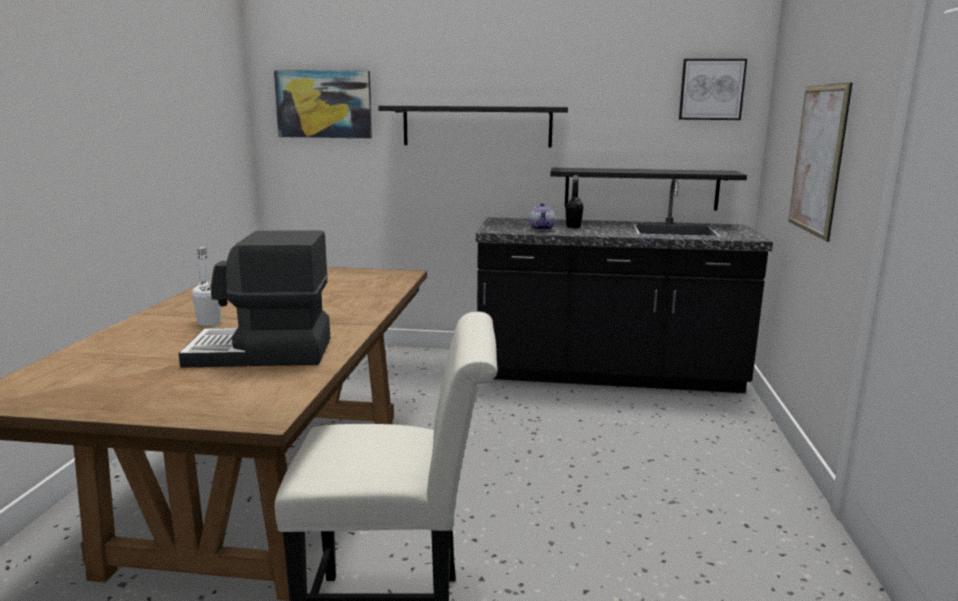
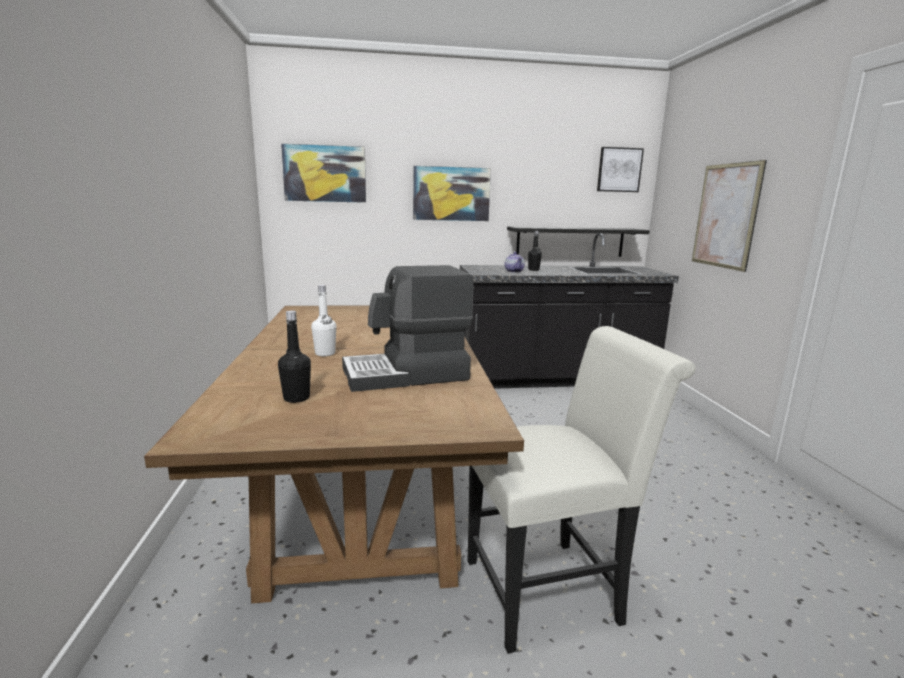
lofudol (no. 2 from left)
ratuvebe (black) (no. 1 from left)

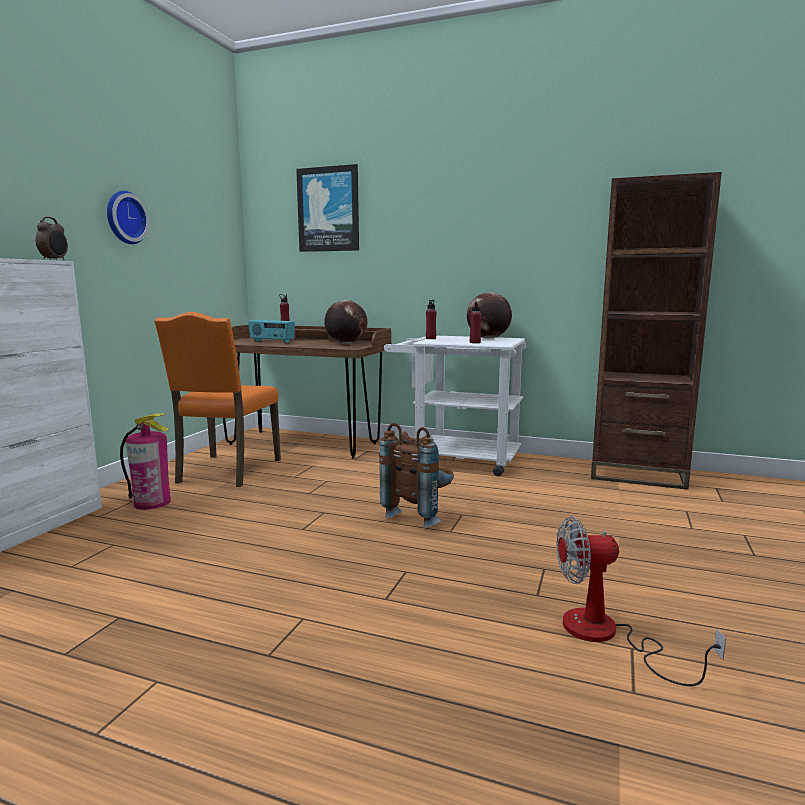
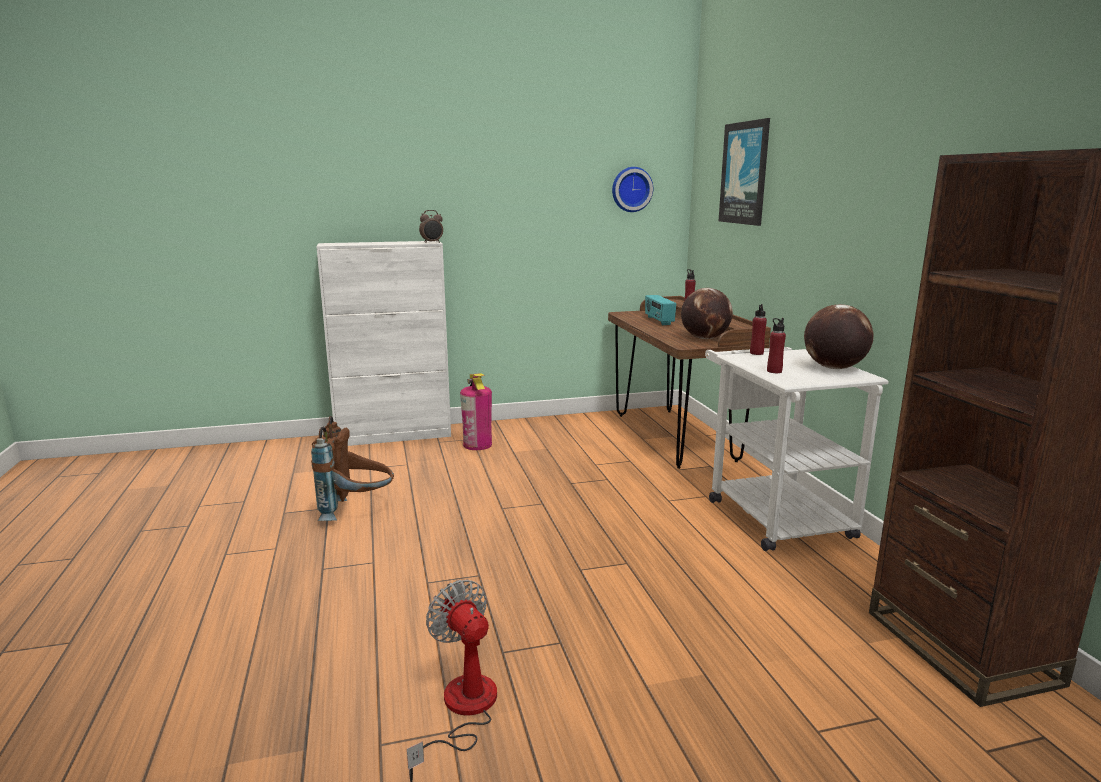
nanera
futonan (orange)
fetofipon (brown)

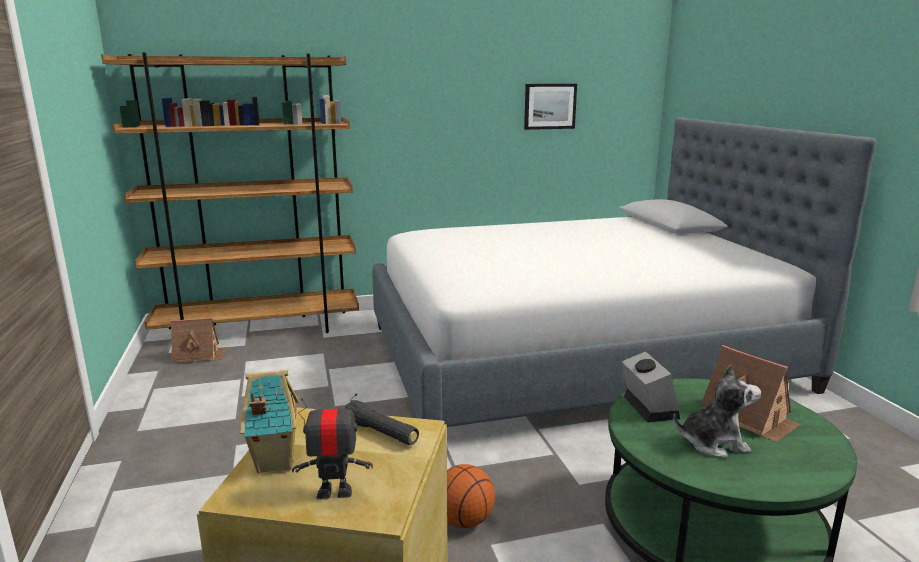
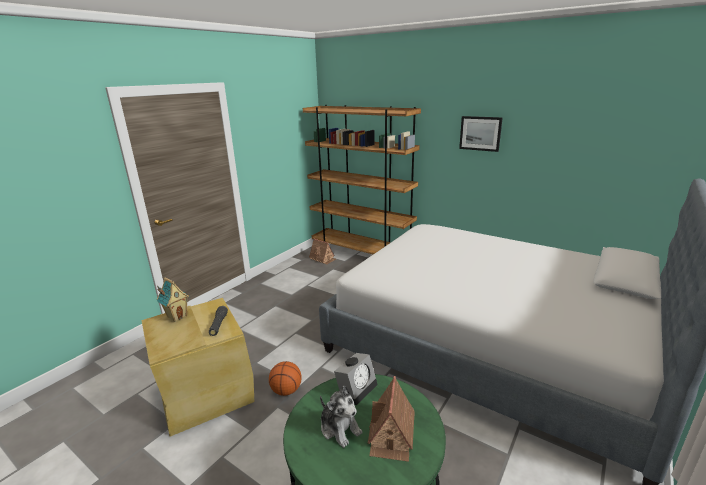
lofudol
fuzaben

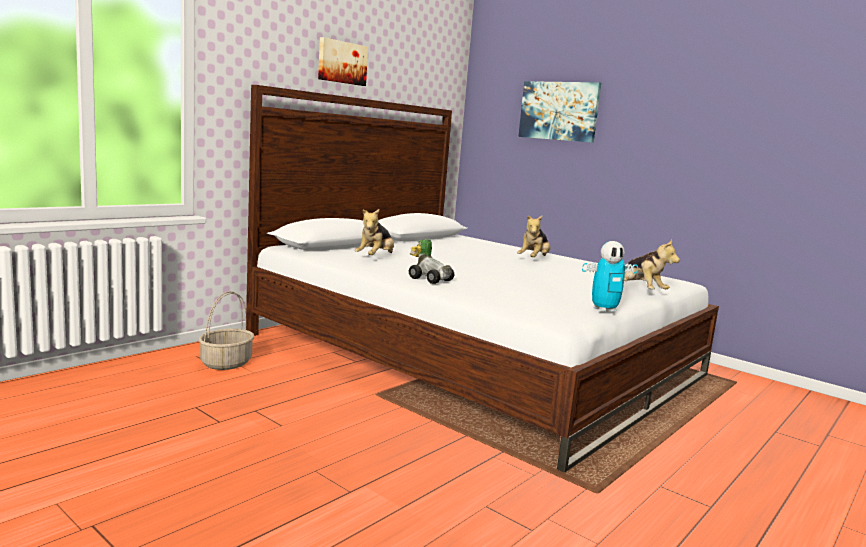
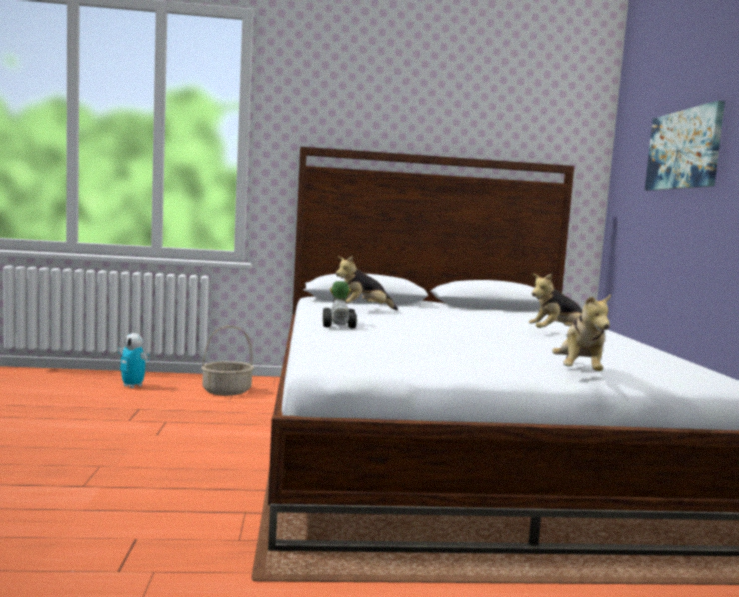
lofudol (no. 1 from left in the first image)
fuzaben

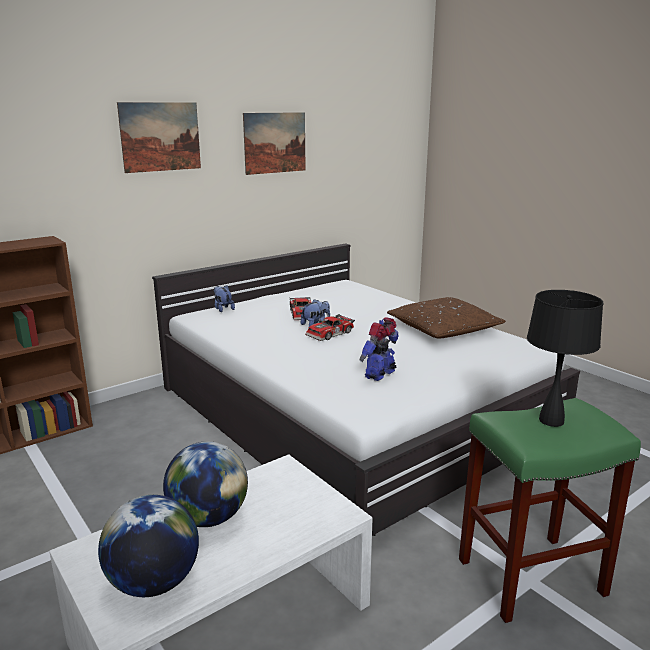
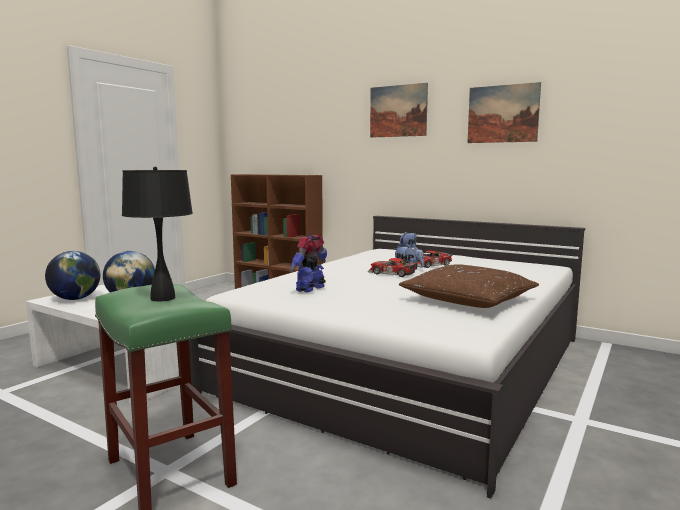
fuzaben

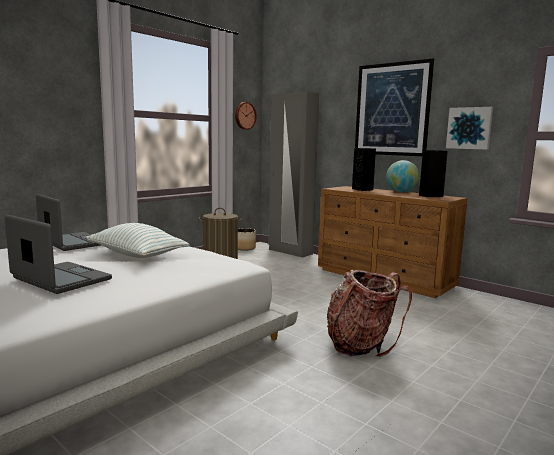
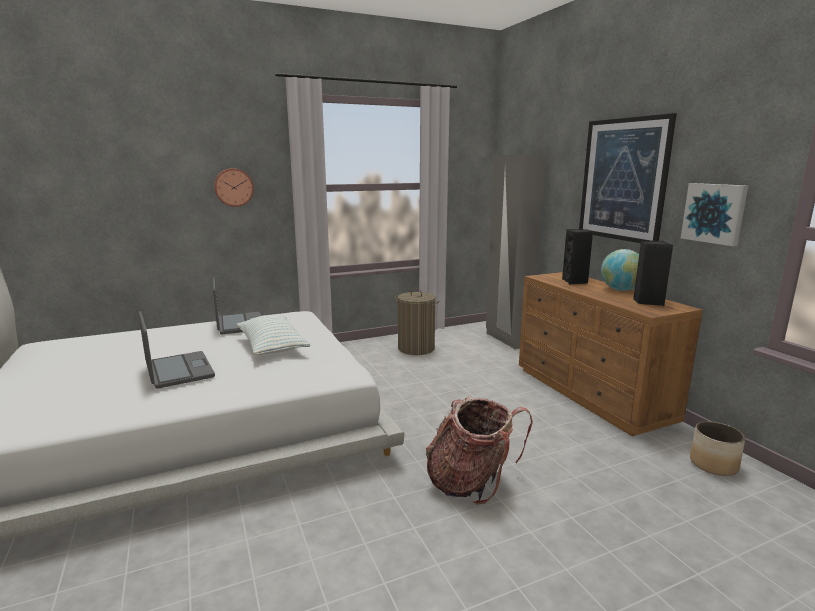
nanera
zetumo

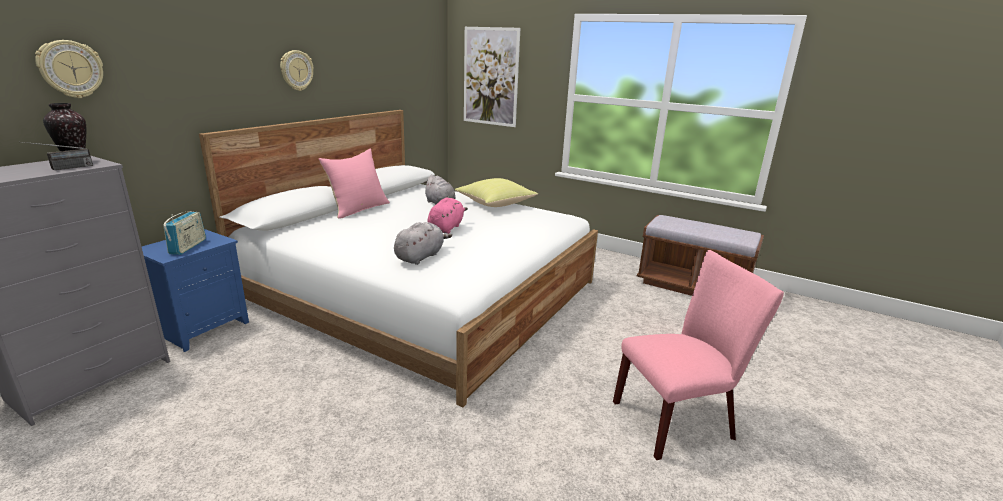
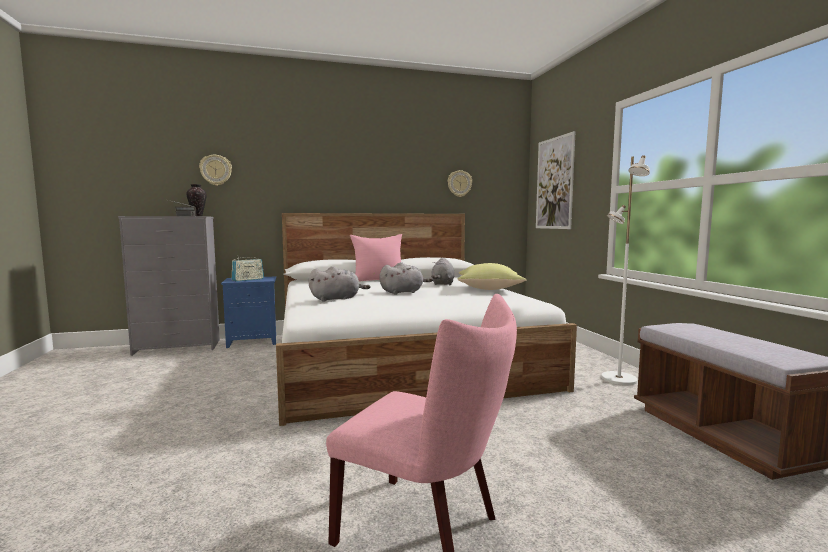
nanera (no. 2 from left)
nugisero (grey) (no. 2 from left)
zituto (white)

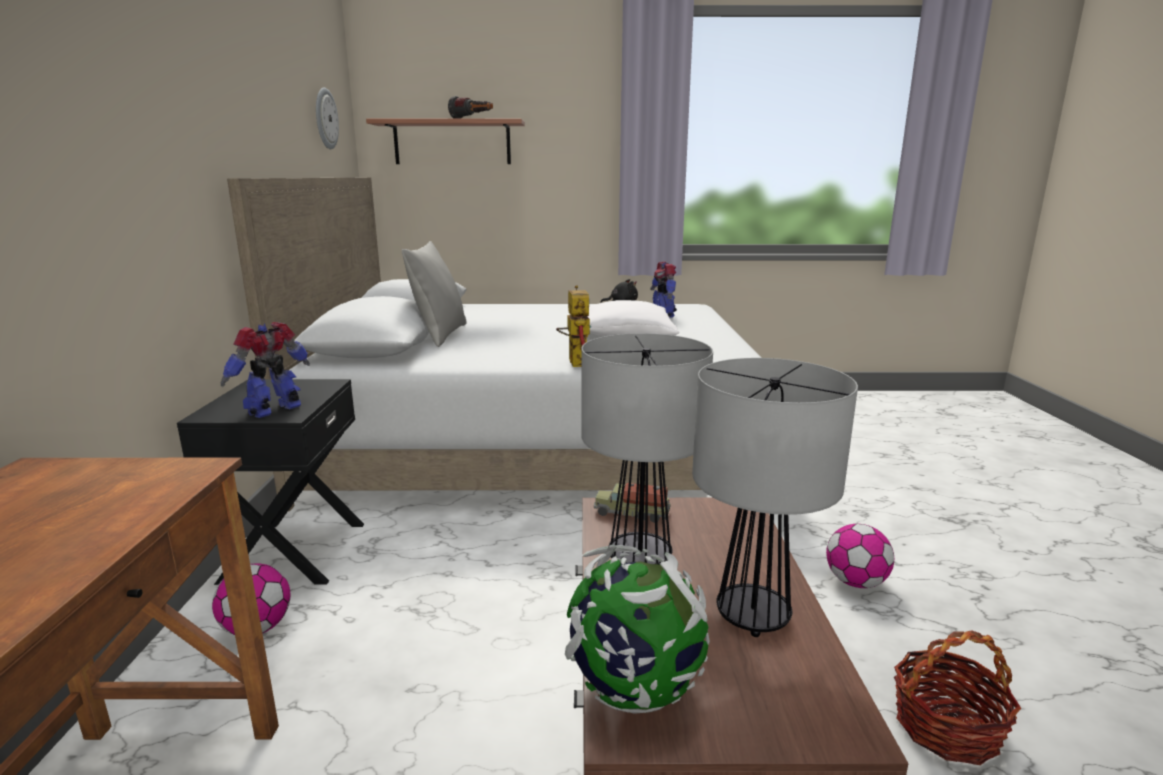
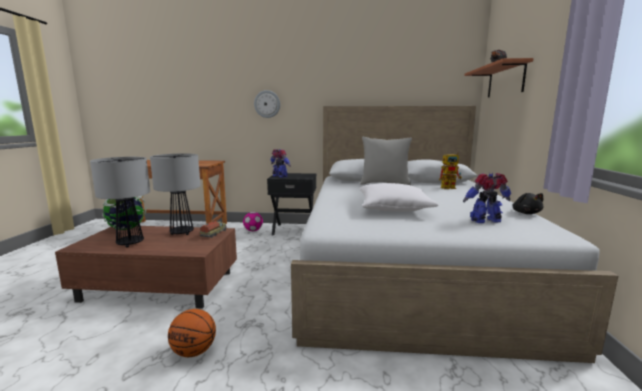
nanera
fuzaben (no. 2 from left)
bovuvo
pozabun

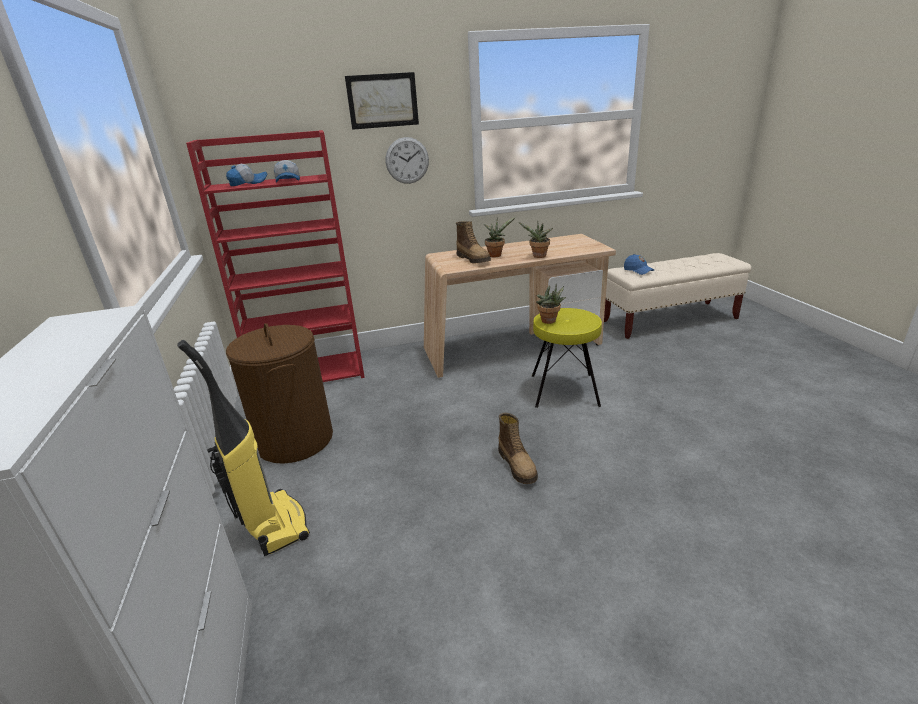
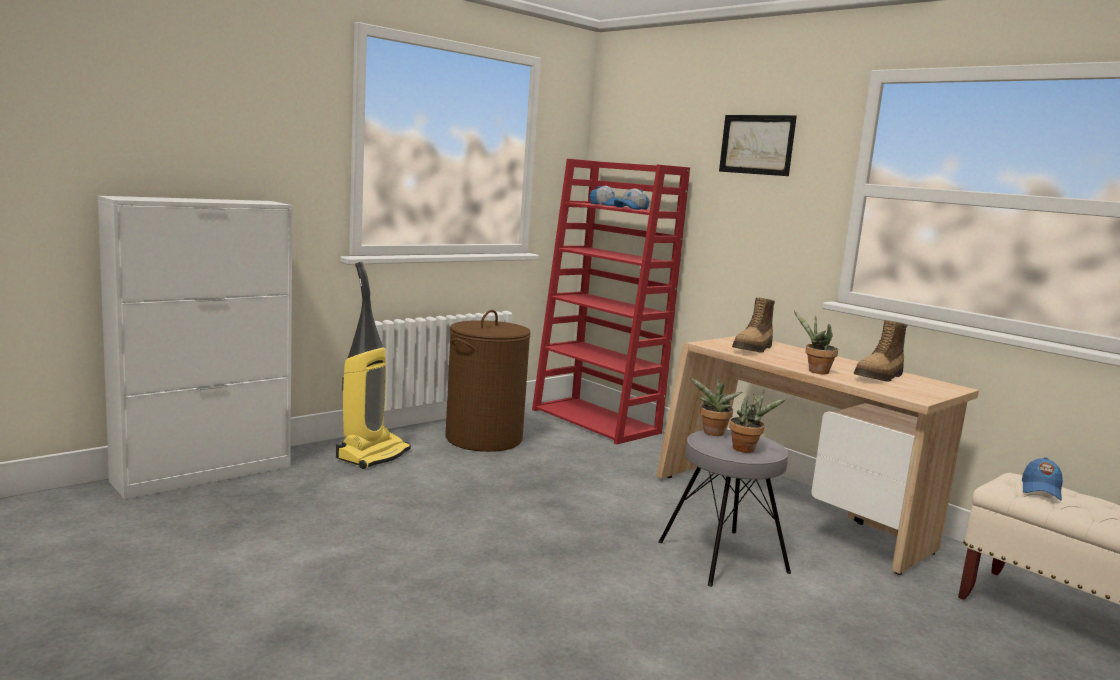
nanera
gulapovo (no. 2 from left)
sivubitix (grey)
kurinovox (no. 2 from left)

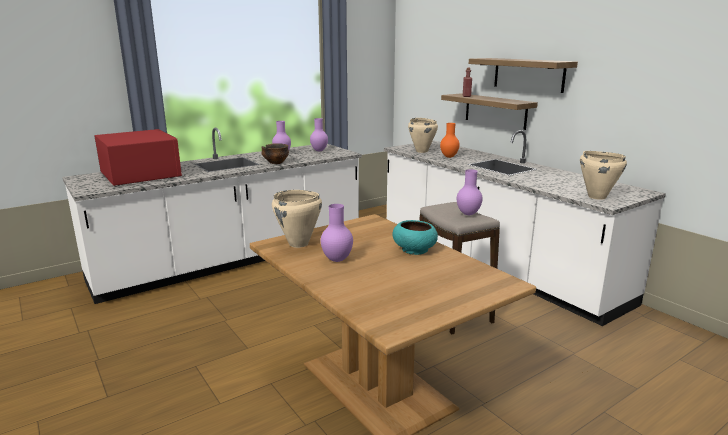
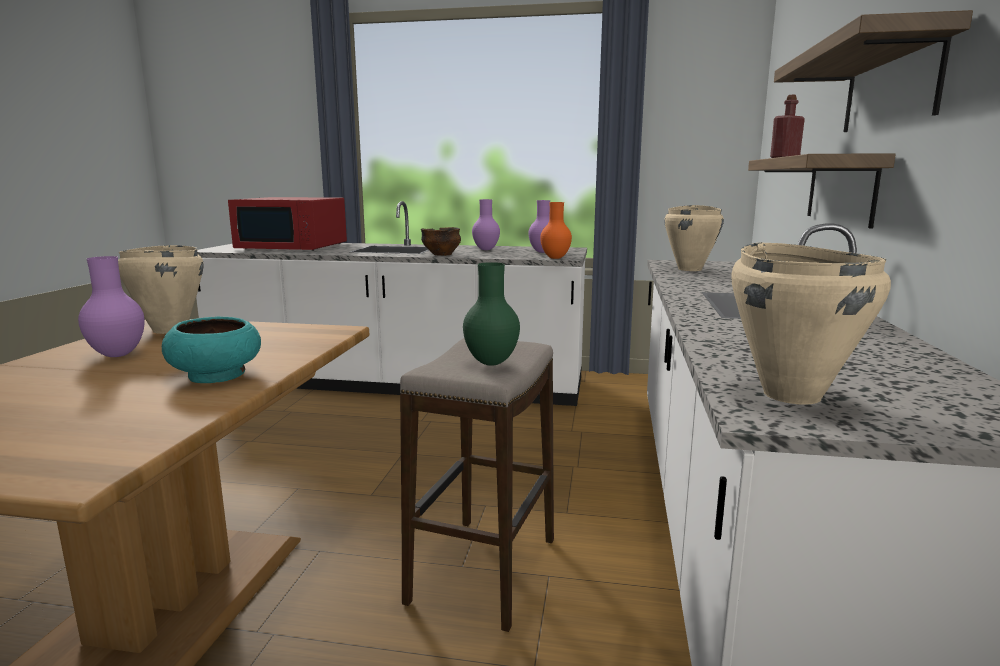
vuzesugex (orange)
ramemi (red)
vuzesugex (green)

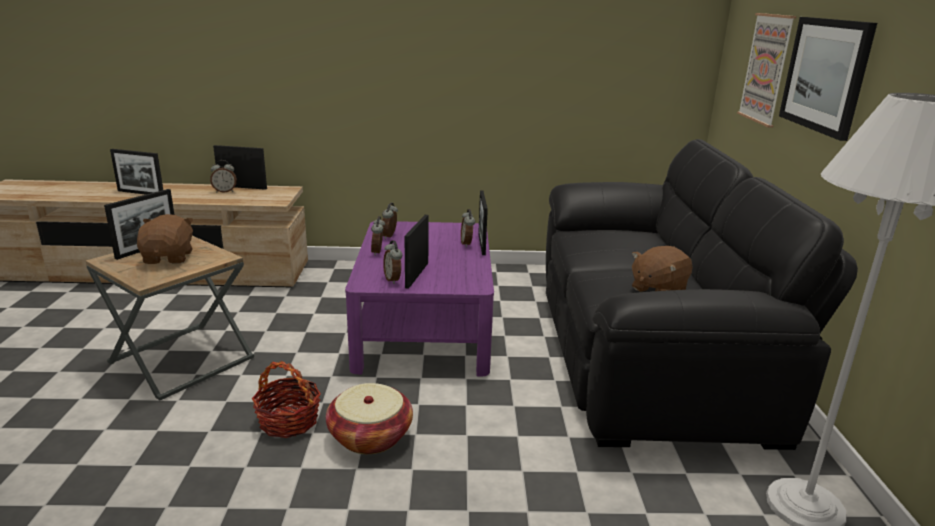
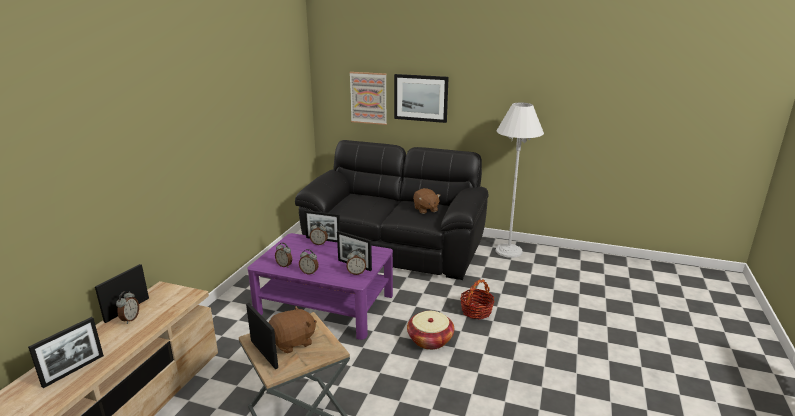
nugisero (brown) (no. 1 from left)
pozabun (no. 2 from left)

